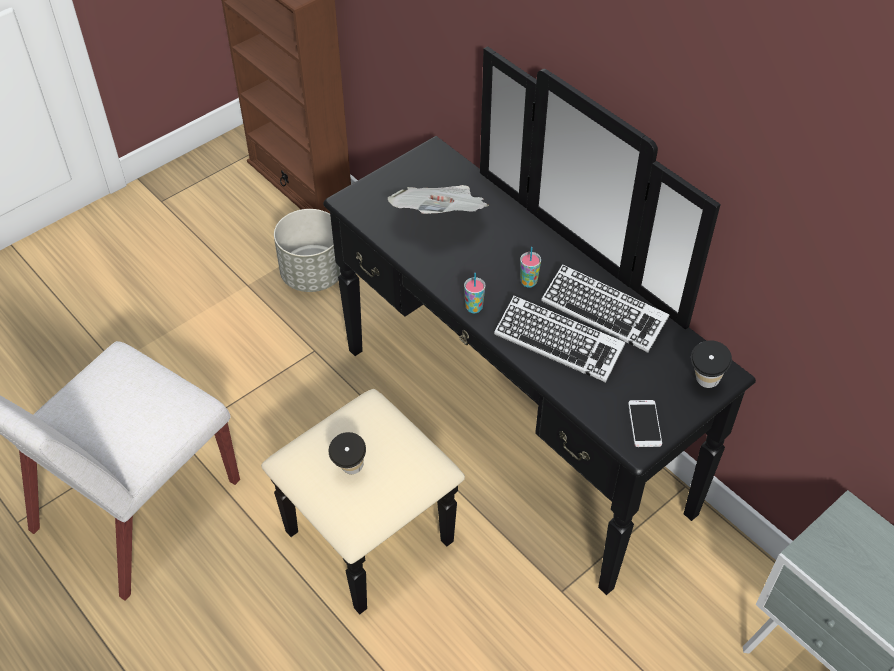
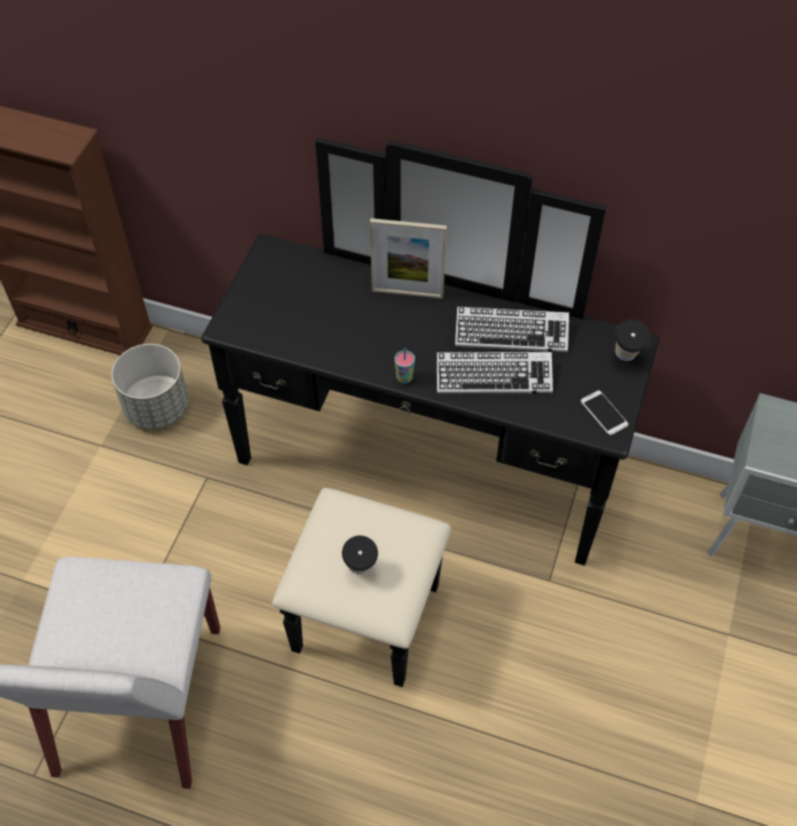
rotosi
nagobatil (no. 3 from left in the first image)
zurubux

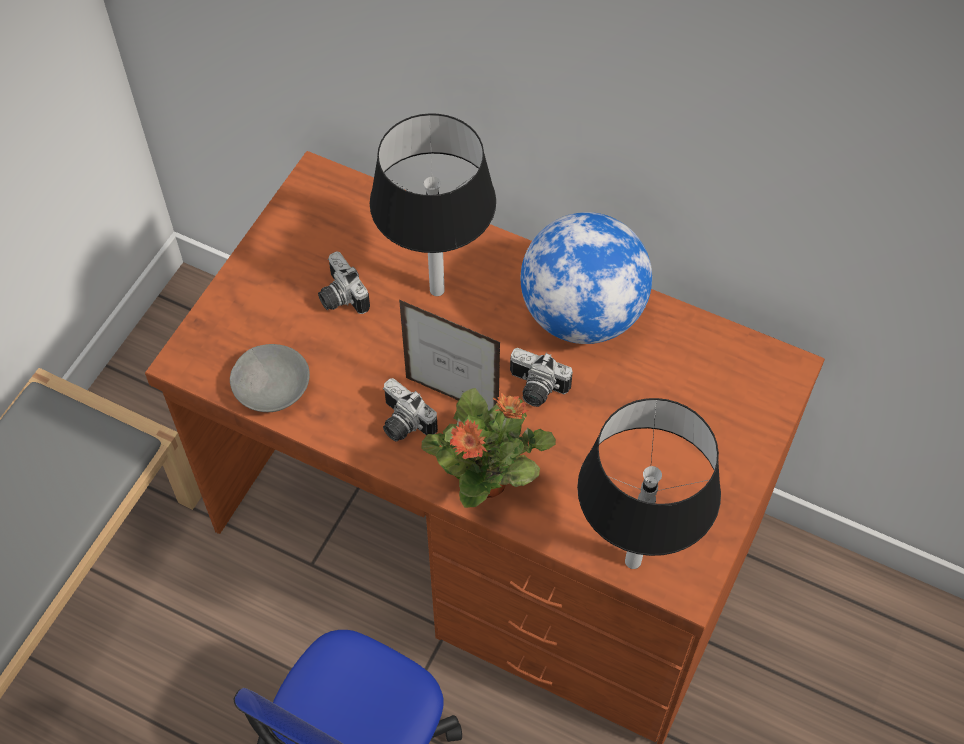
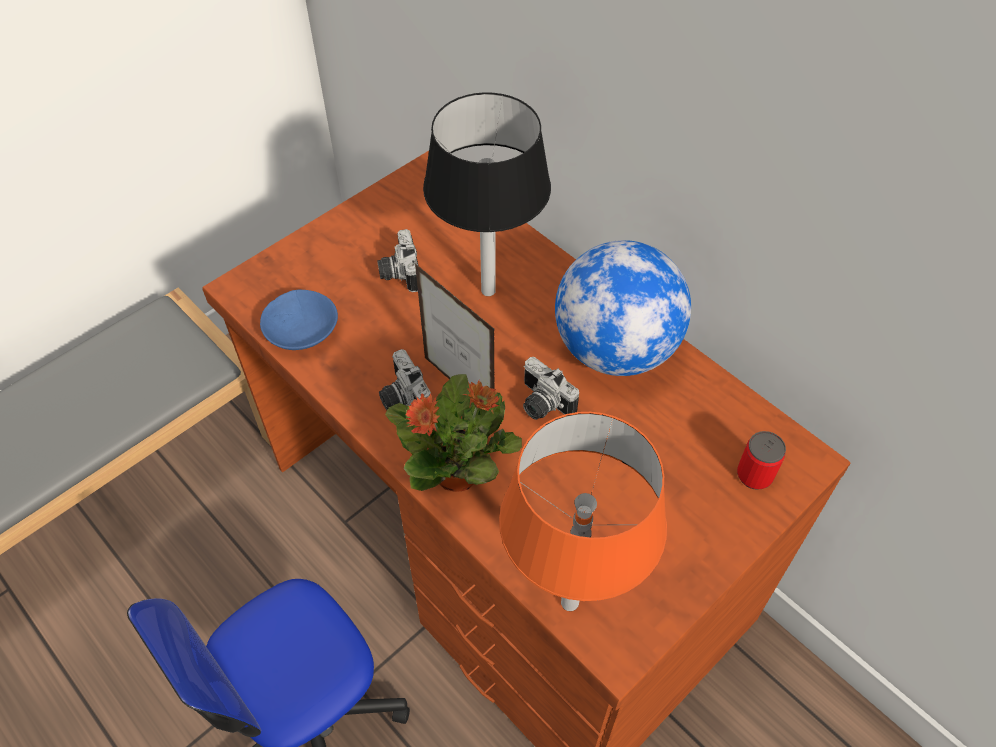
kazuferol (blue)
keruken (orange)
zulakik

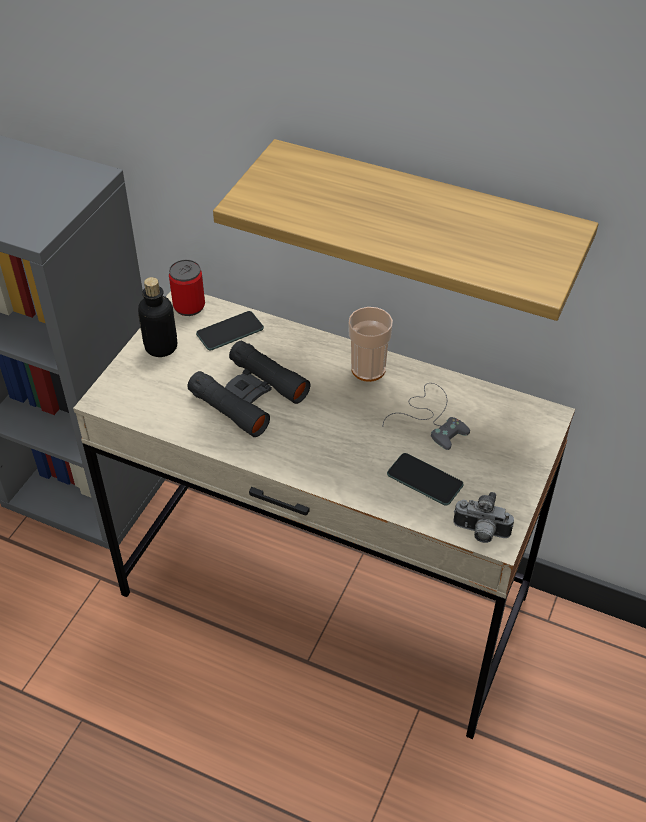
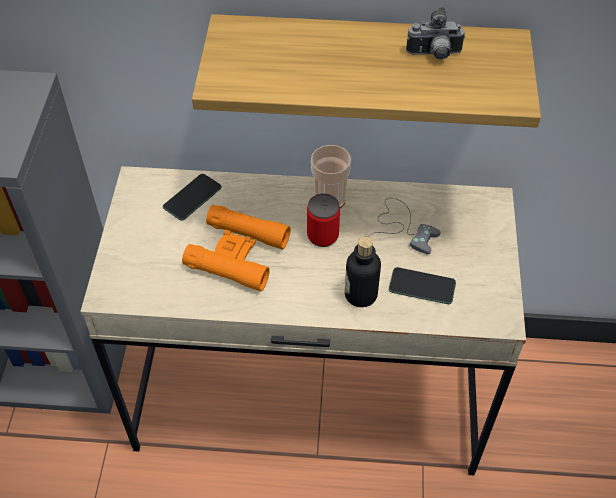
zulakik
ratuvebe
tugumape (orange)
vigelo

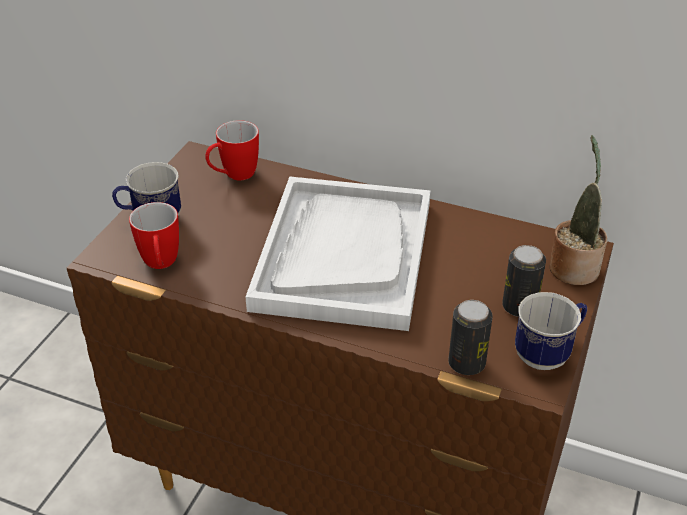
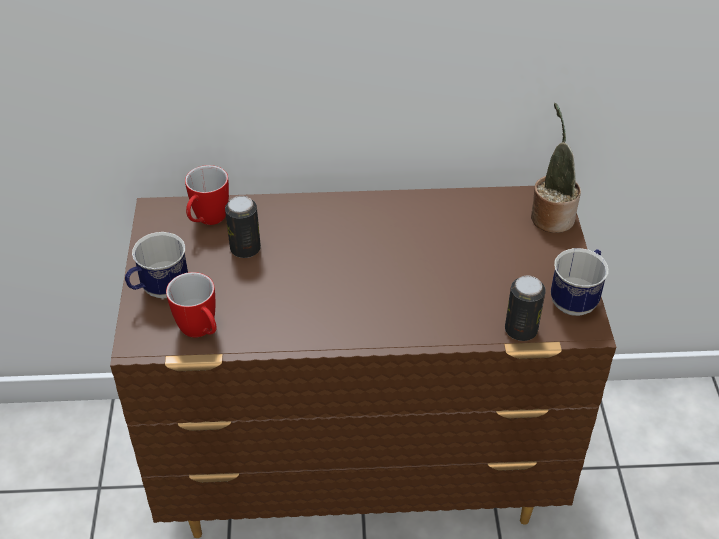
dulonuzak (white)
zulakik (no. 1 from left)

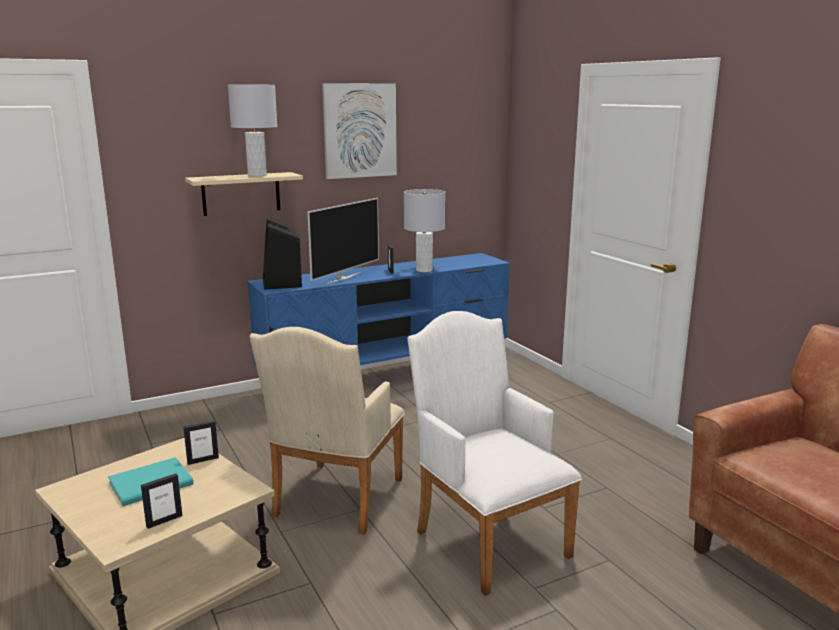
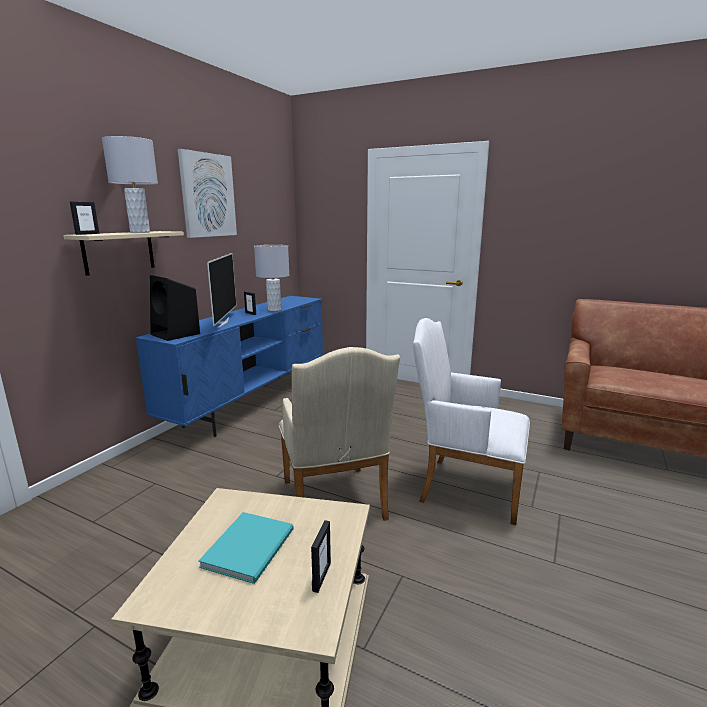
zurubux (no. 1 from left)

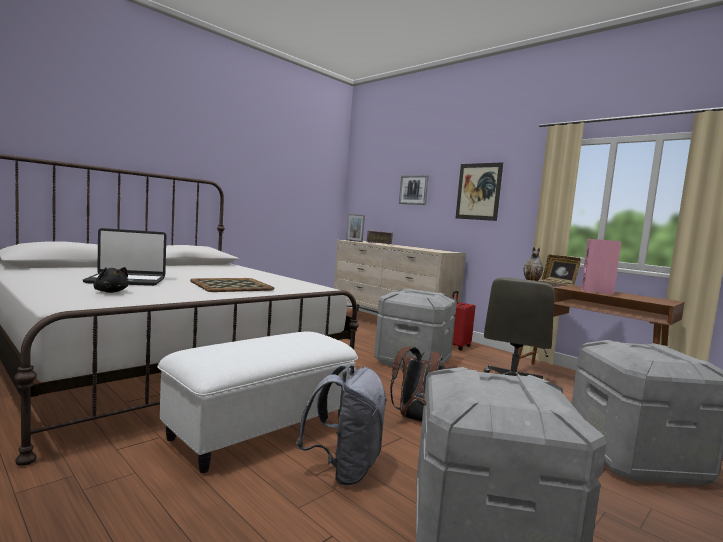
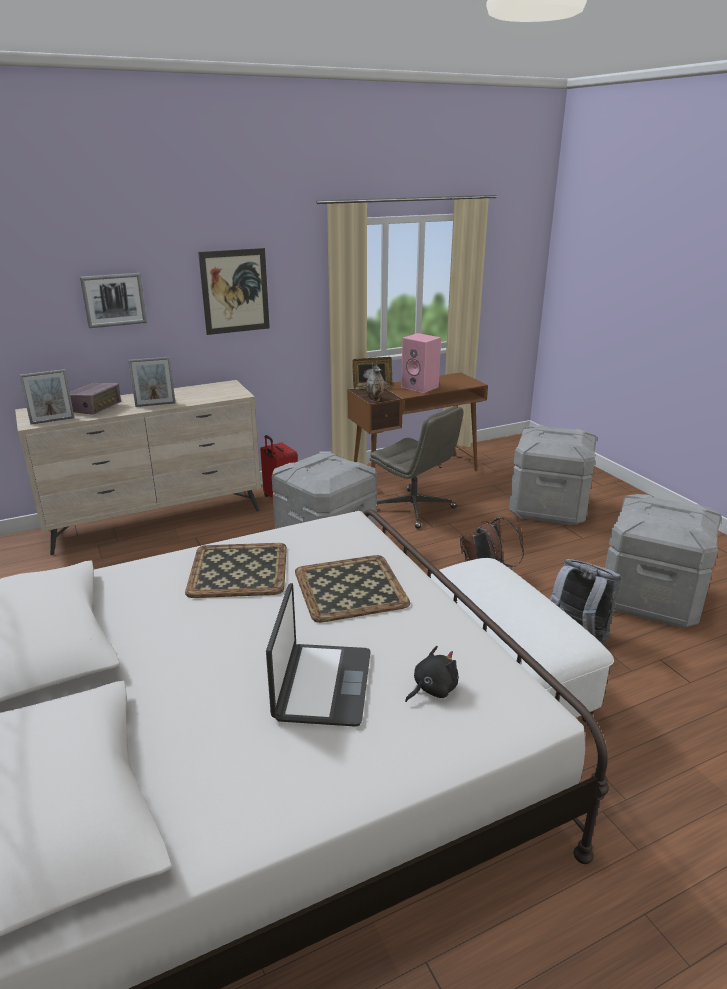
zurubux (no. 2 from left)
dulonuzak (no. 1 from left)

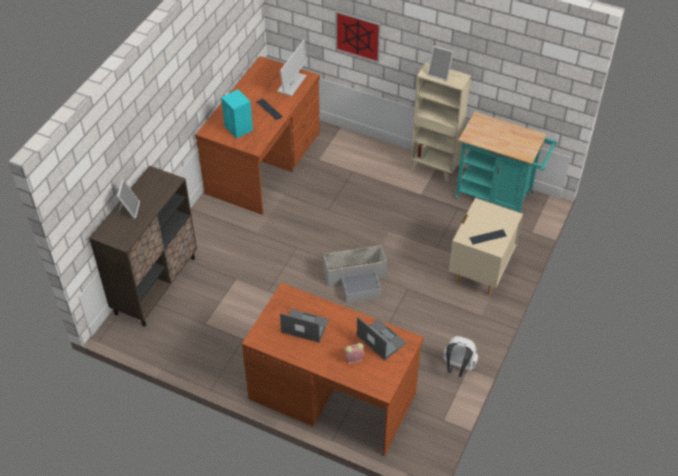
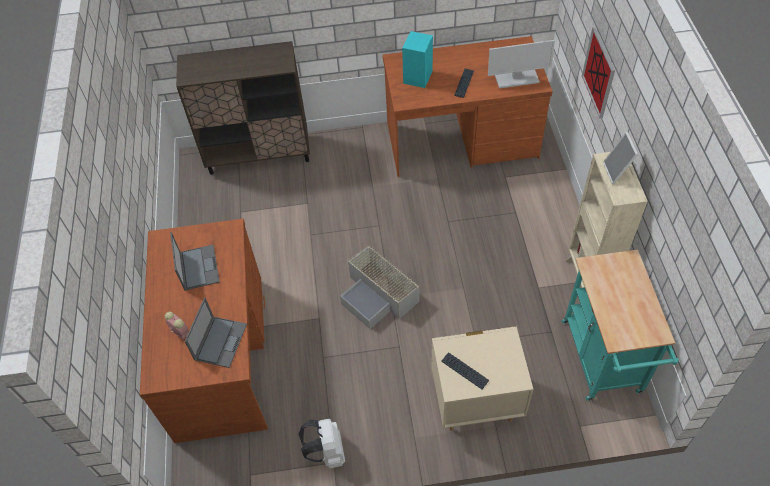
zurubux (no. 1 from left in the first image)

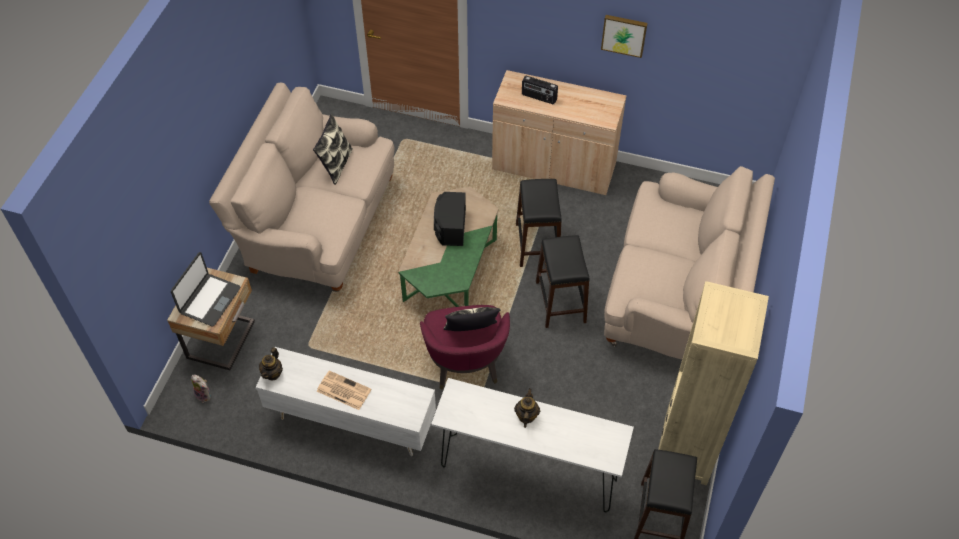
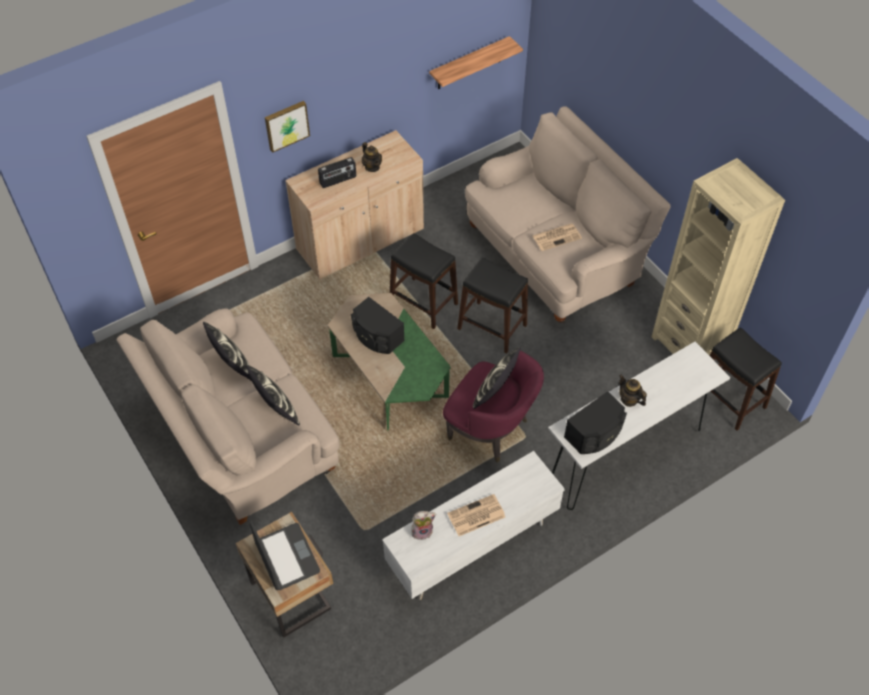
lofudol
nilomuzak (no. 1 from left)
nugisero
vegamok
rotosi (no. 2 from left)
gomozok (no. 2 from left)
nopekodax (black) (no. 2 from left)

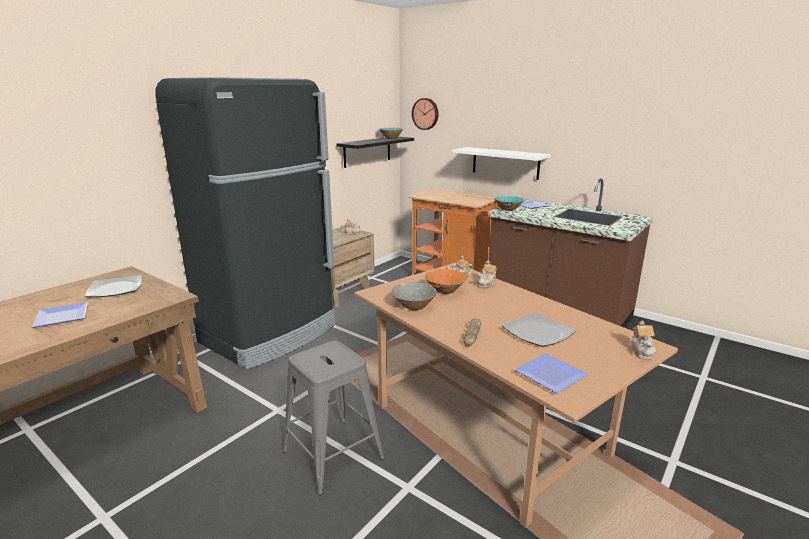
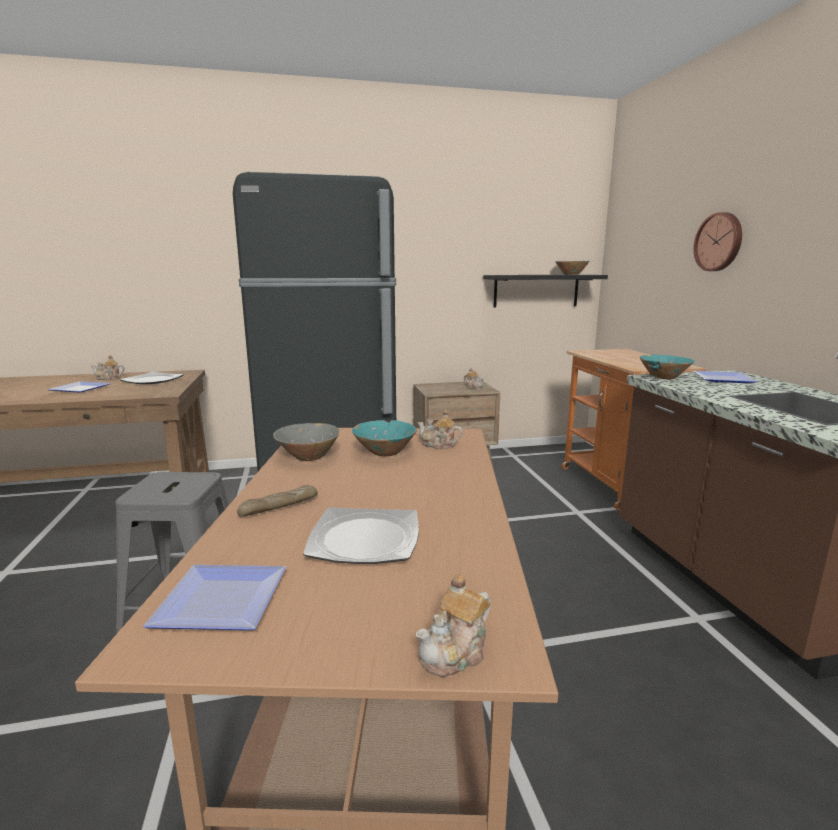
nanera
vegamok (white)
nilomuzak (no. 1 from left)
kazuferol (turquoise) (no. 1 from left)

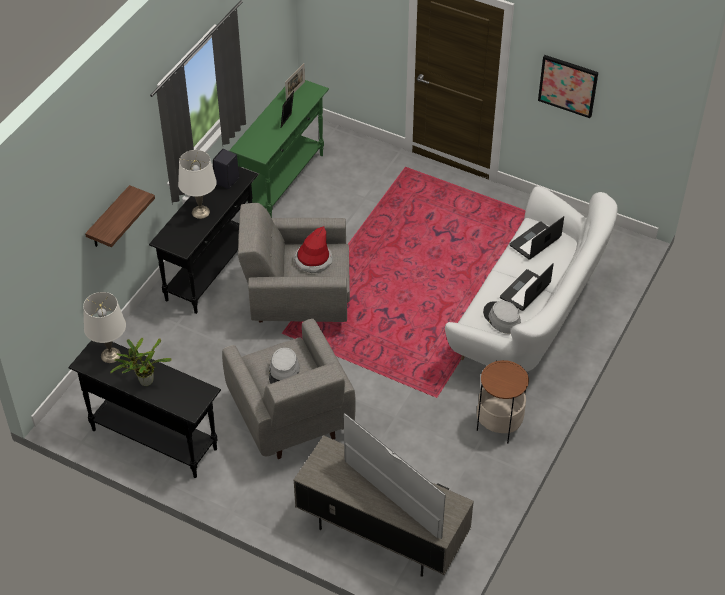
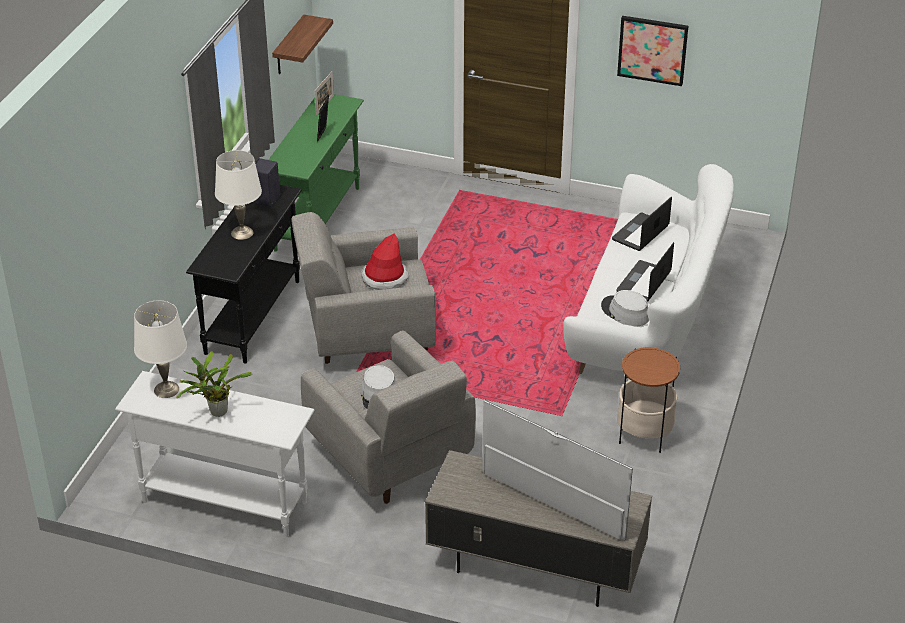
vegamok
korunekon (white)

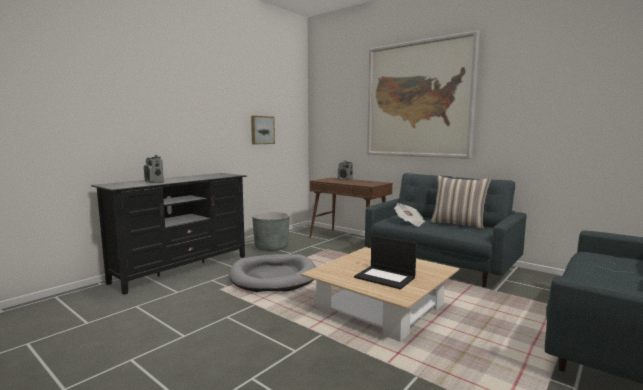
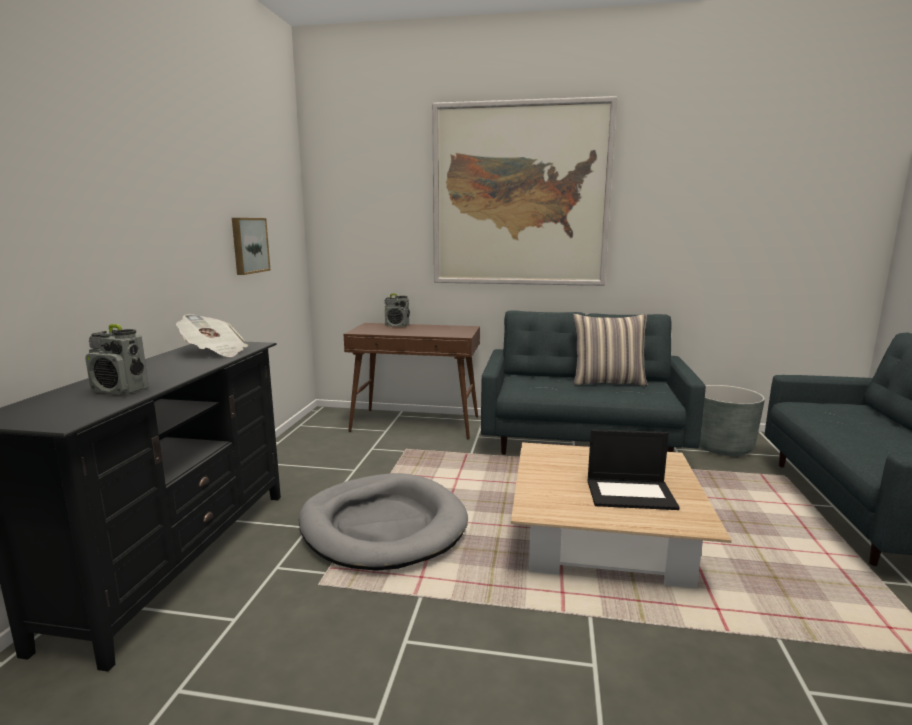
rotosi
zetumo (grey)

